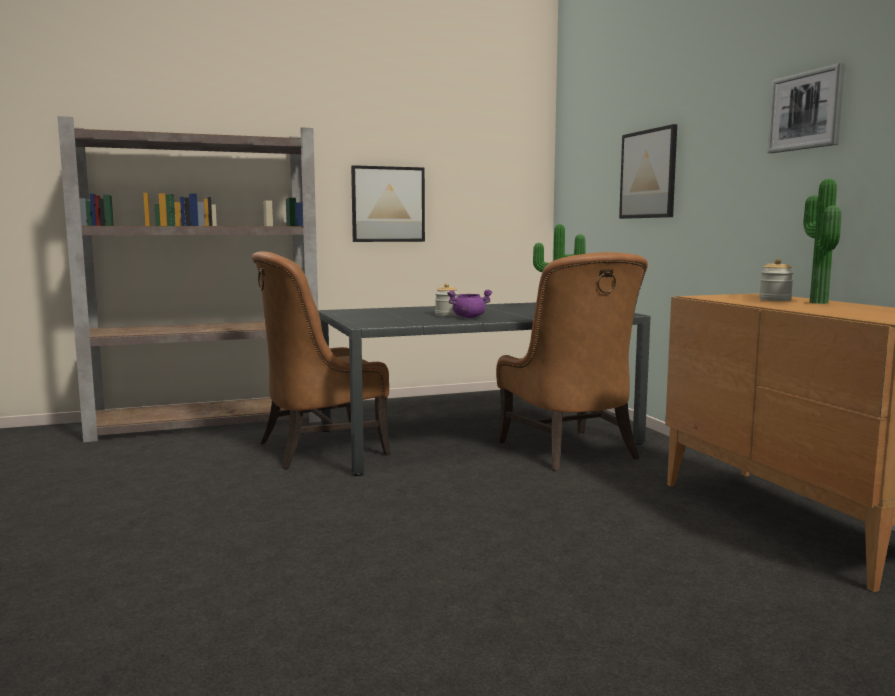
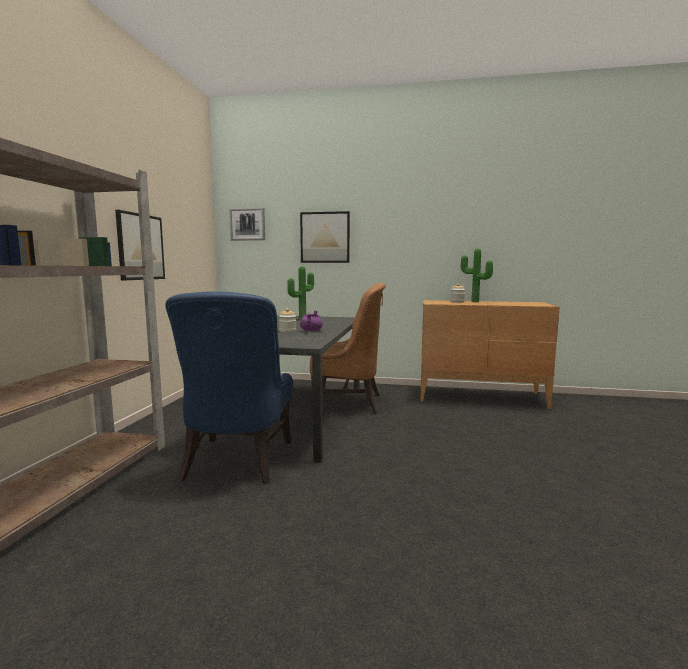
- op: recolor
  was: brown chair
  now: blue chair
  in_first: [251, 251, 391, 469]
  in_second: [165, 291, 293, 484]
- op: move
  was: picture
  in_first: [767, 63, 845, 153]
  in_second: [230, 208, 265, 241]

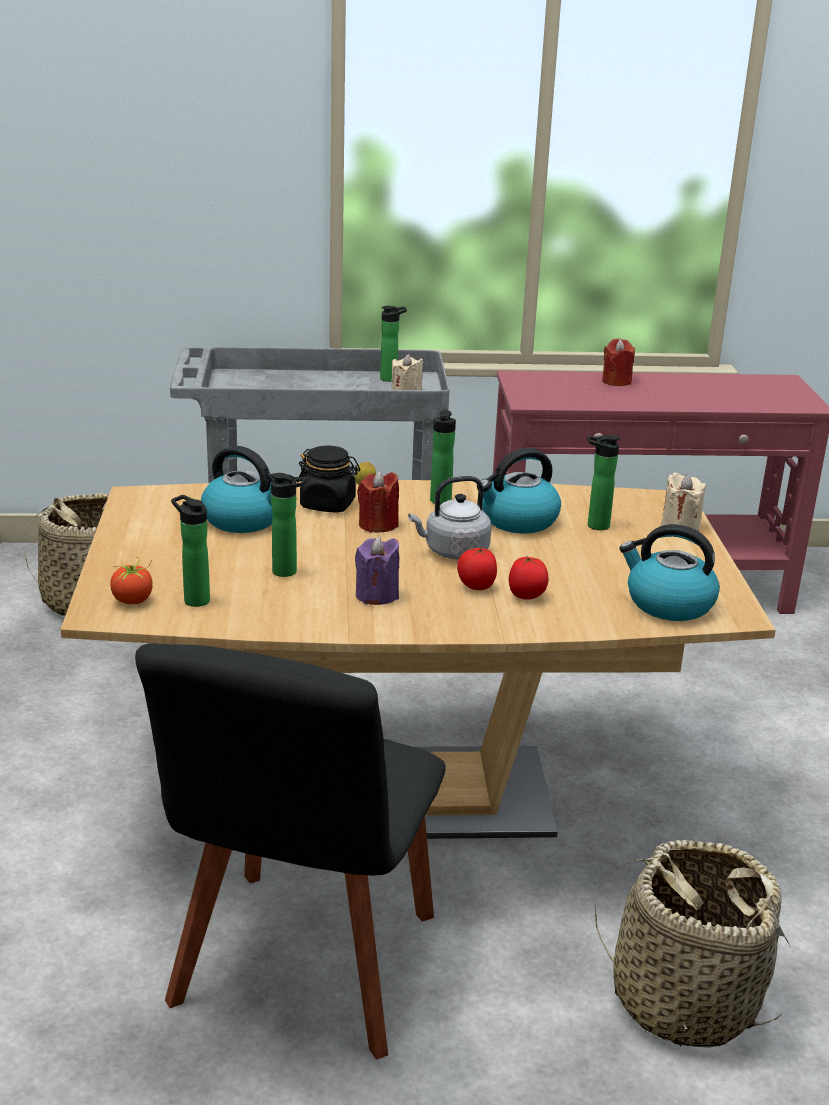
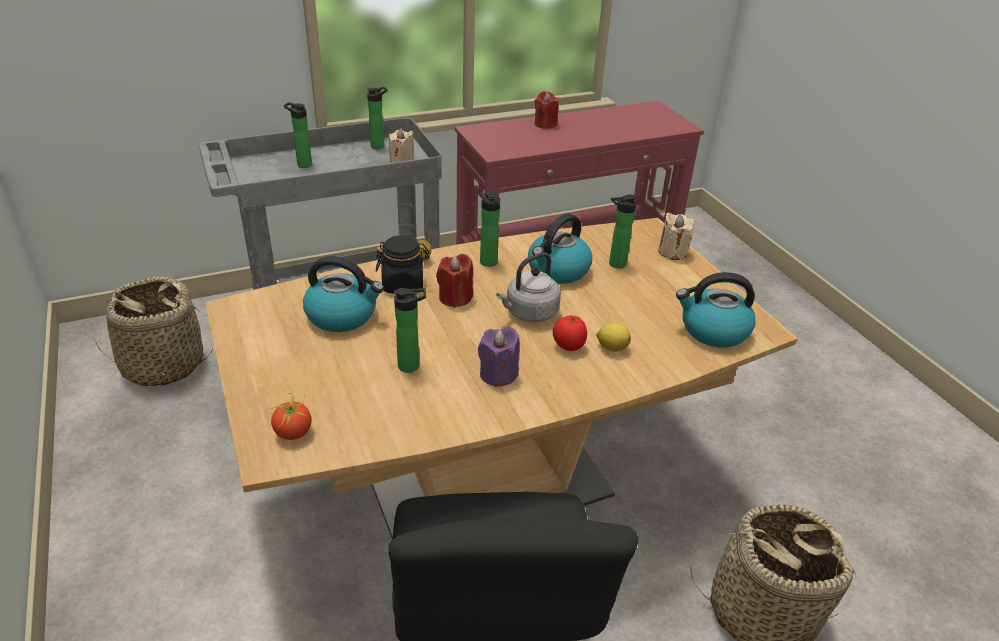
- op: move
  was: bottle
  in_first: [171, 495, 210, 607]
  in_second: [284, 102, 312, 168]
- op: replace
  was: tomato
  now: lemon
  in_first: [509, 556, 549, 600]
  in_second: [596, 323, 631, 352]

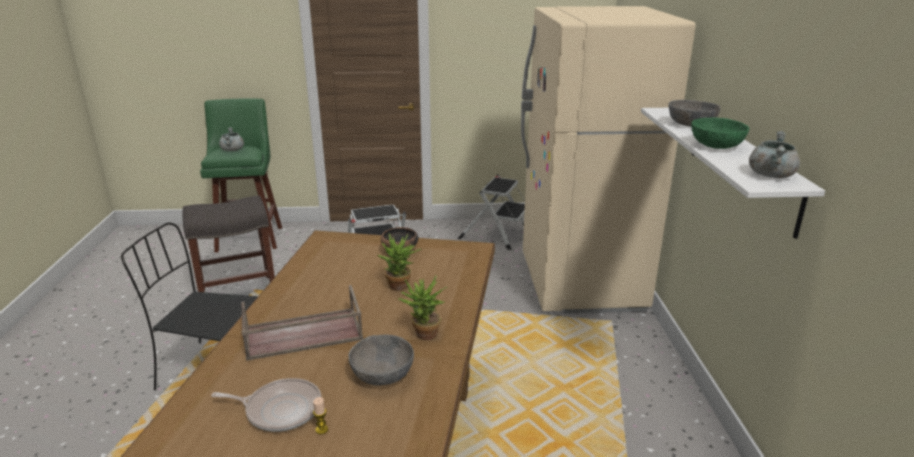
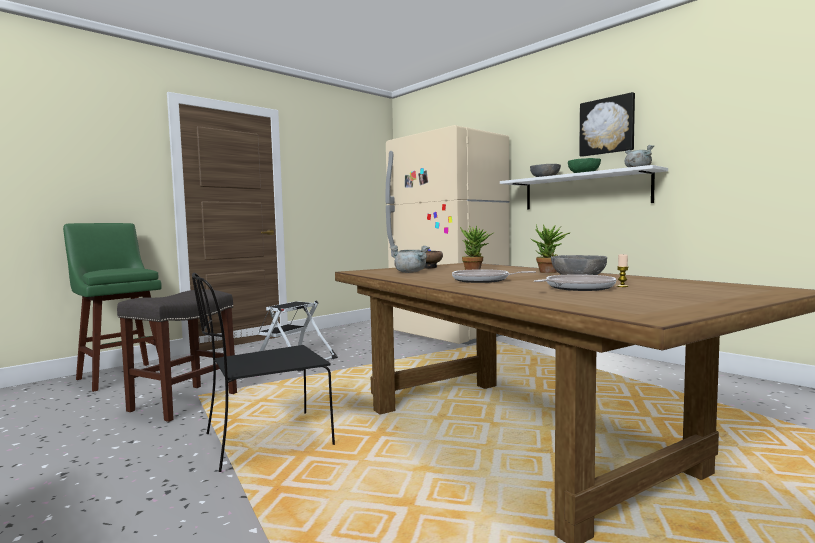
- op: move
  was: grey cooking pot
  in_first: [219, 127, 244, 151]
  in_second: [390, 245, 430, 273]
- op: replace
  was: brown tray
  now: frying pan
  in_first: [241, 285, 363, 361]
  in_second: [452, 269, 536, 283]
- op: delete
  was: step ladder
  in_first: [458, 174, 525, 250]
- op: insert
  now: picture
  in_second: [579, 92, 635, 157]

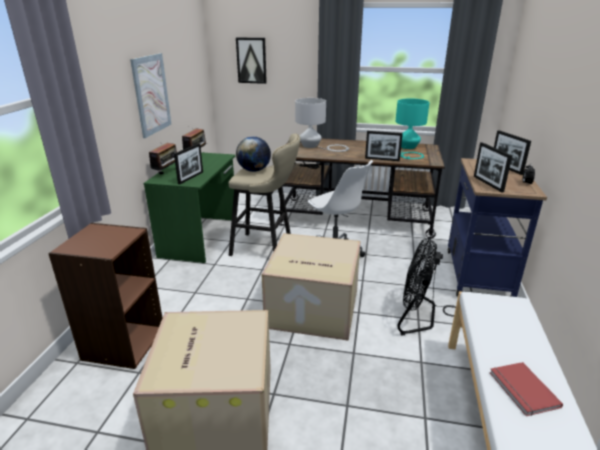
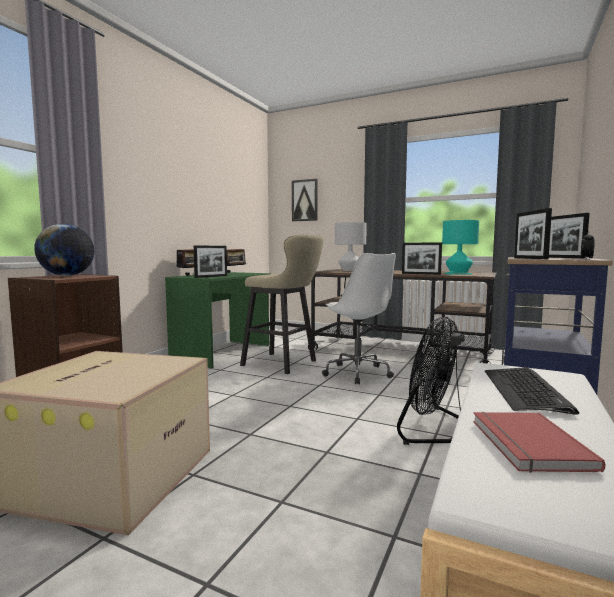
- op: delete
  was: picture
  in_first: [130, 53, 171, 138]
- op: move
  was: globe
  in_first: [236, 137, 271, 172]
  in_second: [34, 224, 94, 276]
- op: delete
  was: cardboard box
  in_first: [261, 233, 361, 341]
- op: insert
  now: keyboard
  in_second: [485, 367, 579, 415]

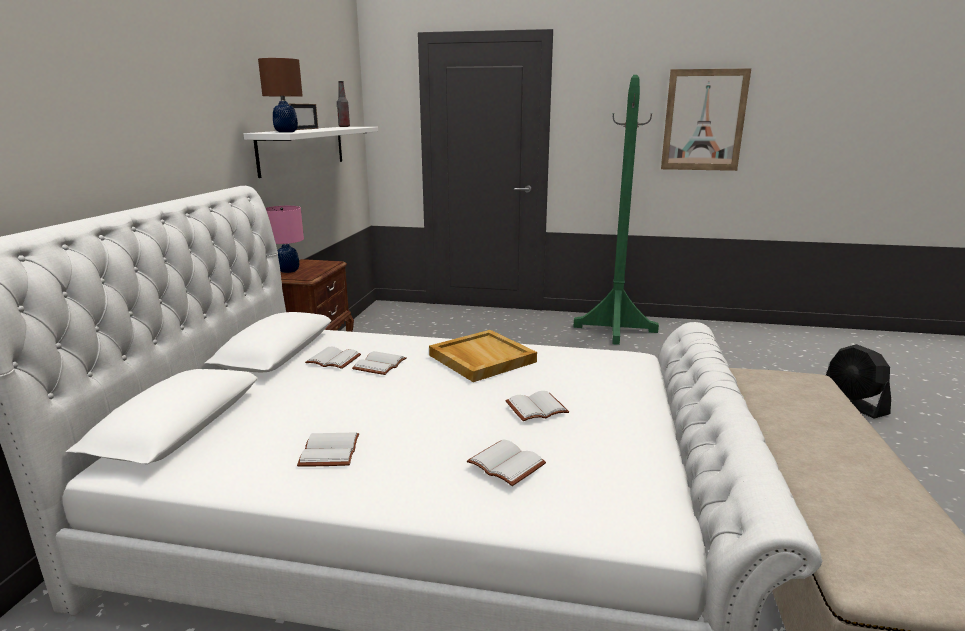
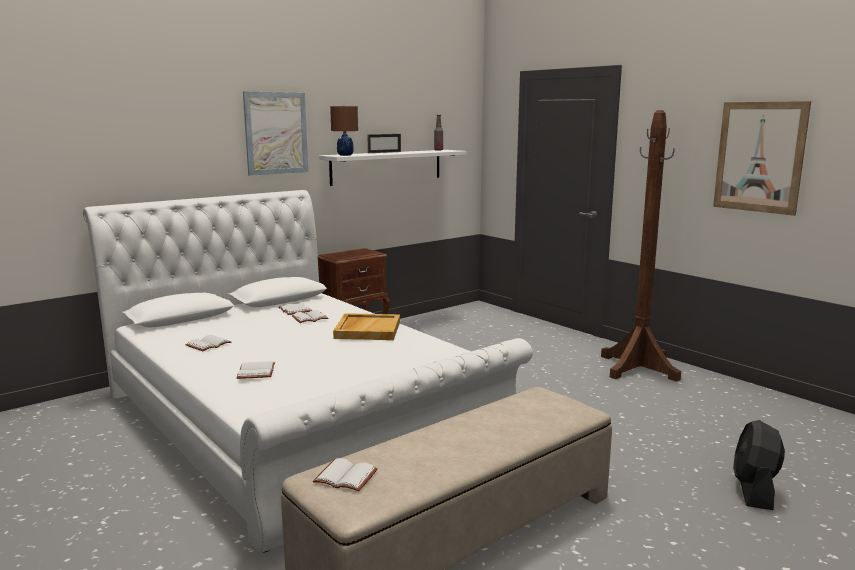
- op: delete
  was: pink table lamp
  in_first: [266, 206, 304, 273]
- op: move
  was: white book
  in_first: [506, 391, 569, 421]
  in_second: [313, 458, 378, 492]
- op: recolor
  was: green clothes rack
  now: brown clothes rack
  in_first: [573, 75, 659, 345]
  in_second: [601, 110, 681, 382]
- op: insert
  now: picture
  in_second: [243, 91, 308, 176]

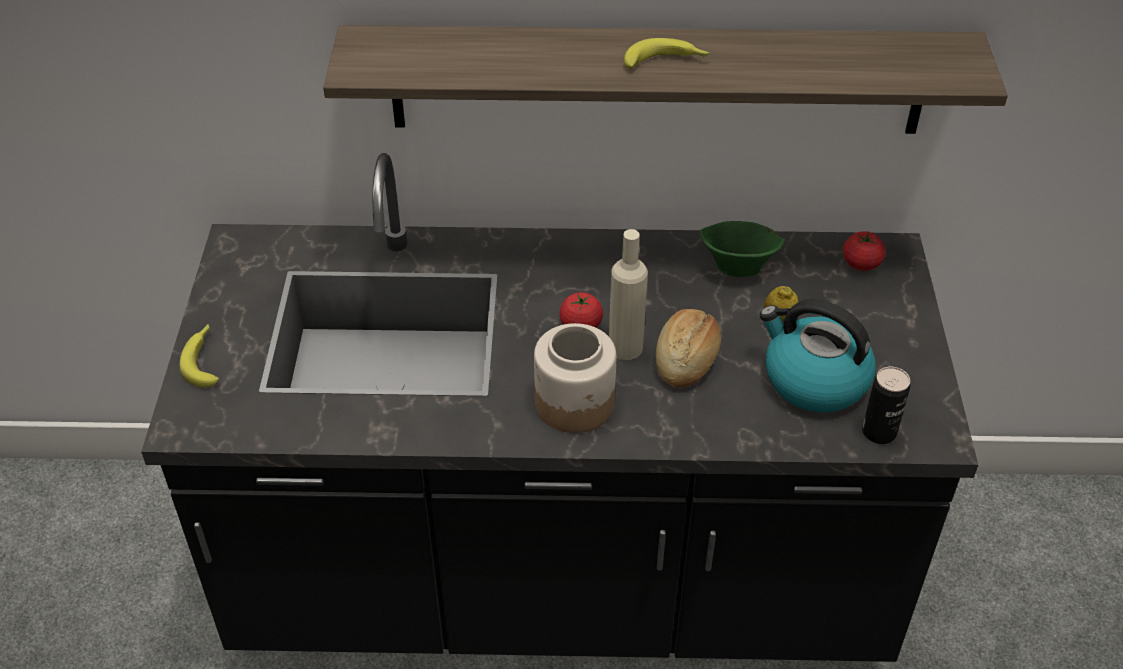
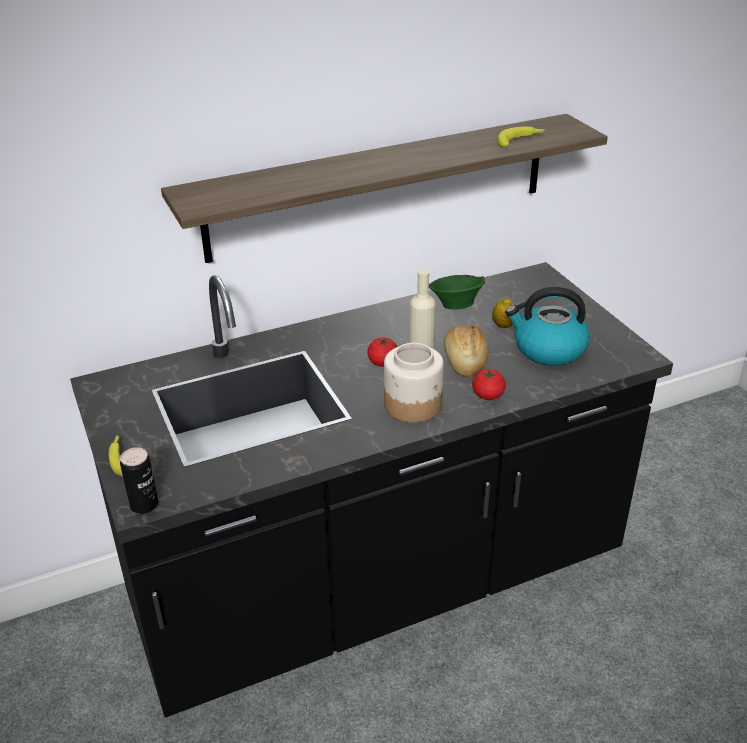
- op: move
  was: banana
  in_first: [624, 38, 710, 69]
  in_second: [497, 126, 546, 148]
- op: move
  was: tomato
  in_first: [843, 231, 885, 271]
  in_second: [472, 369, 506, 400]
- op: move
  was: can
  in_first: [862, 367, 910, 444]
  in_second: [120, 447, 158, 514]

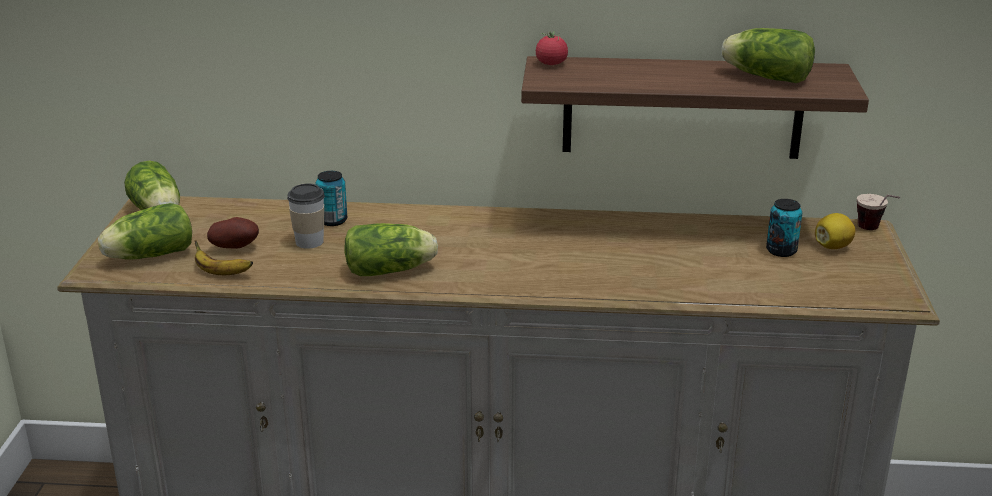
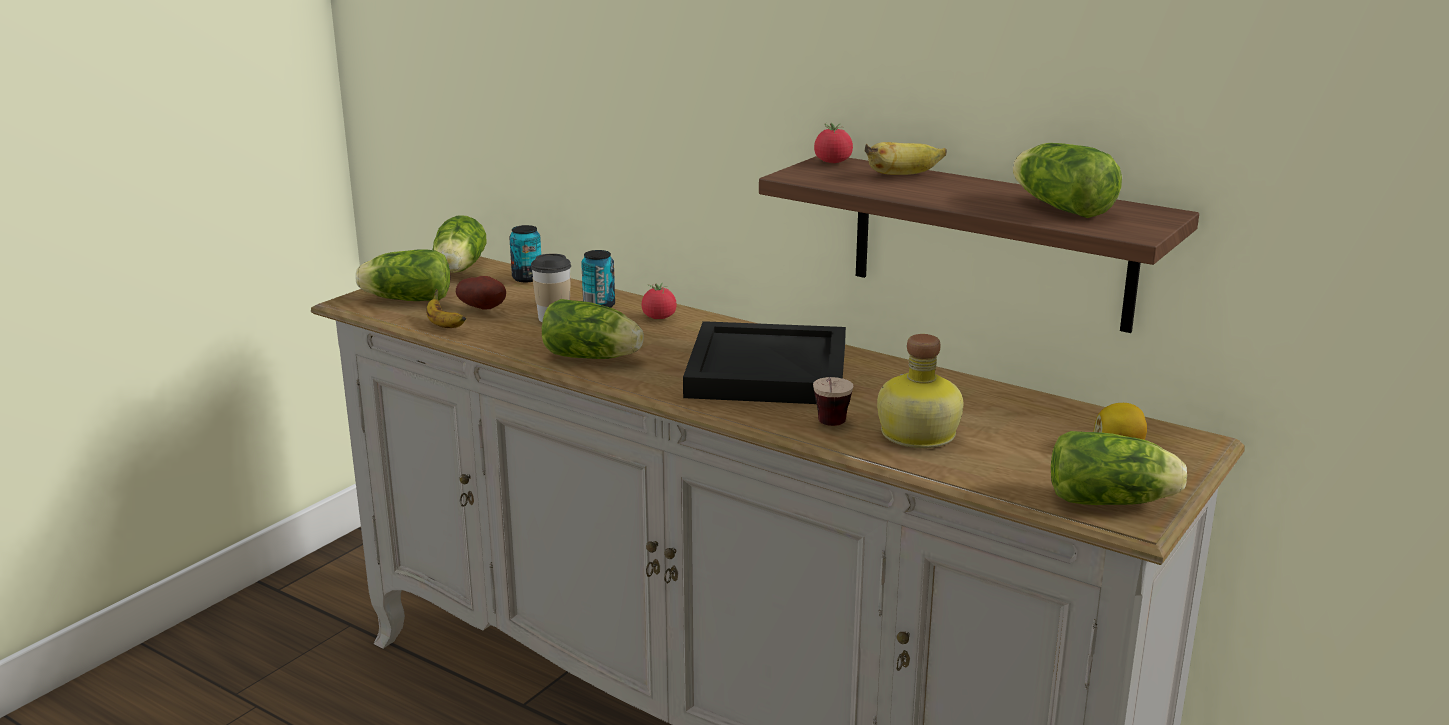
- op: move
  was: can
  in_first: [766, 199, 802, 257]
  in_second: [509, 225, 541, 282]
- op: move
  was: cup
  in_first: [857, 194, 900, 230]
  in_second: [813, 377, 853, 426]
- op: insert
  now: tomato
  in_second: [642, 283, 677, 319]
- op: insert
  now: black tray
  in_second: [683, 321, 846, 404]
- op: insert
  now: banana
  in_second: [865, 142, 947, 175]
- op: insert
  now: bottle
  in_second: [877, 334, 964, 448]
- op: insert
  now: lettuce
  in_second: [1051, 431, 1187, 505]

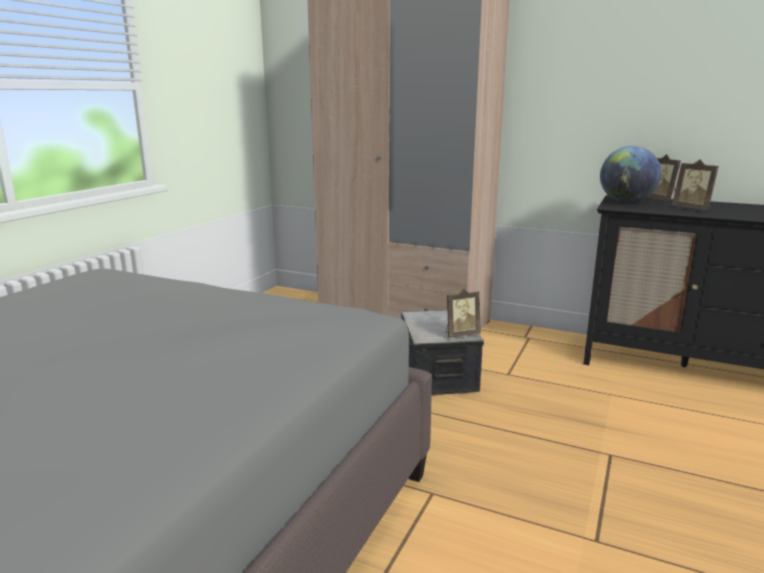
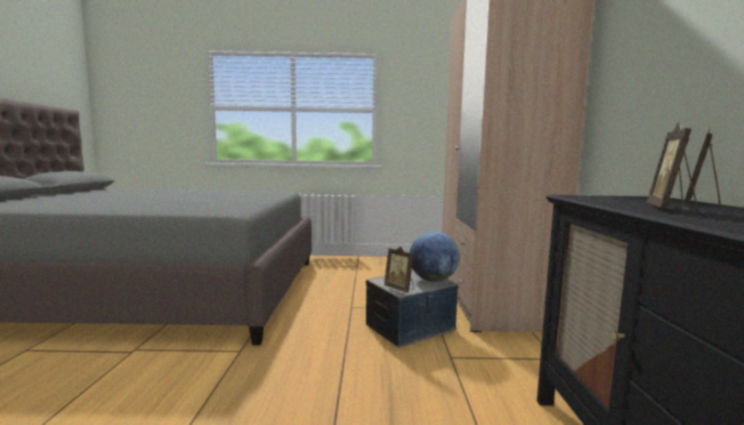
- op: move
  was: globe
  in_first: [600, 146, 661, 203]
  in_second: [409, 232, 459, 282]

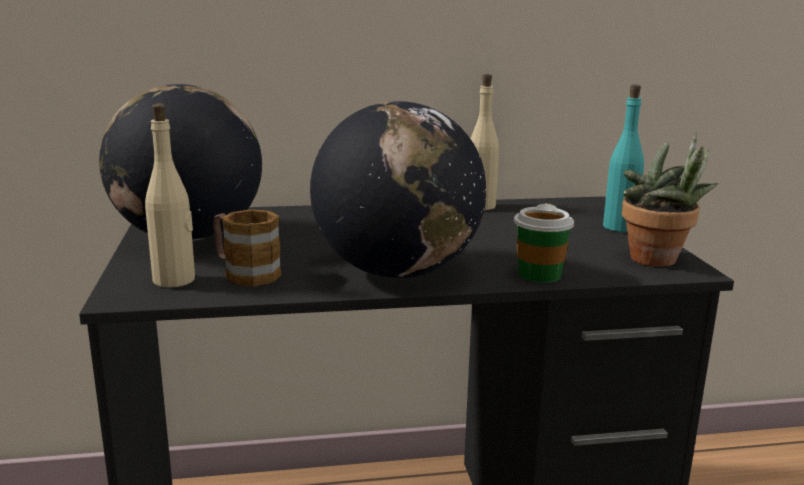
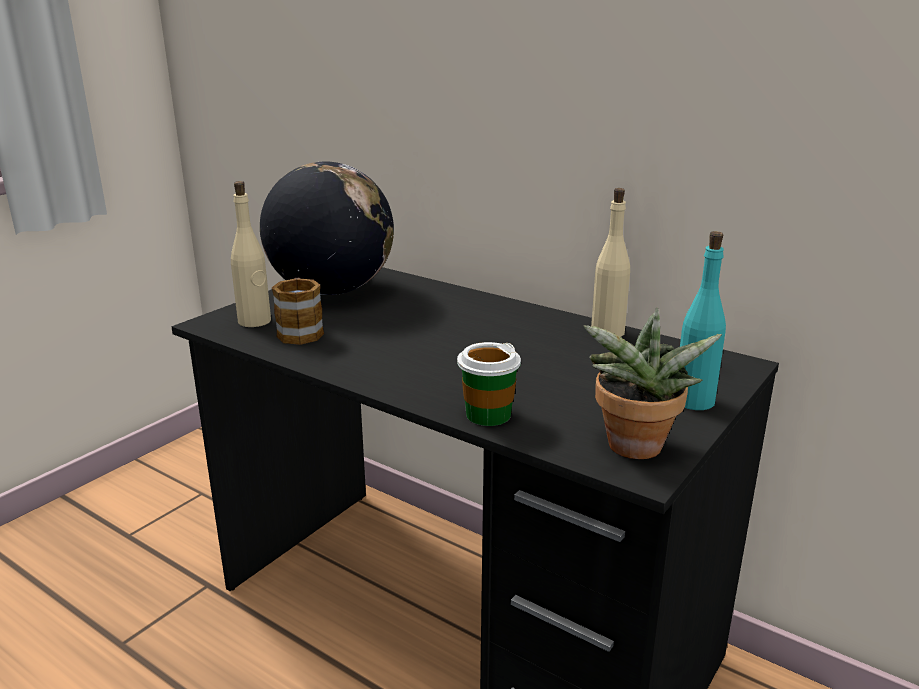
- op: delete
  was: globe
  in_first: [310, 101, 487, 278]

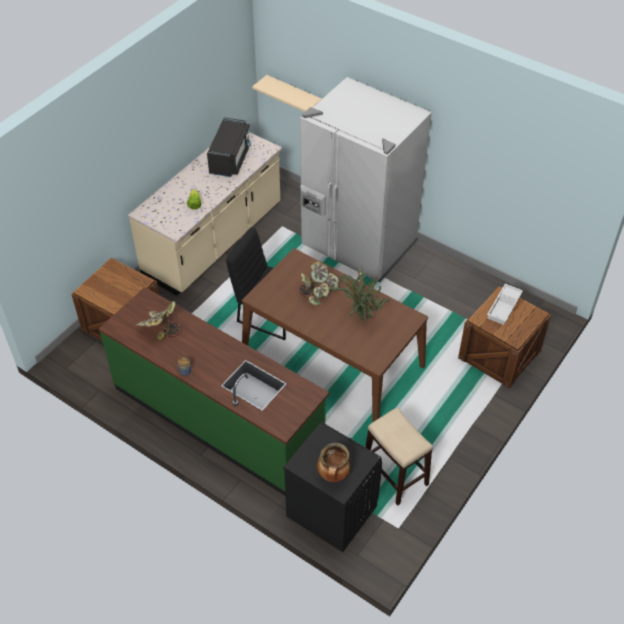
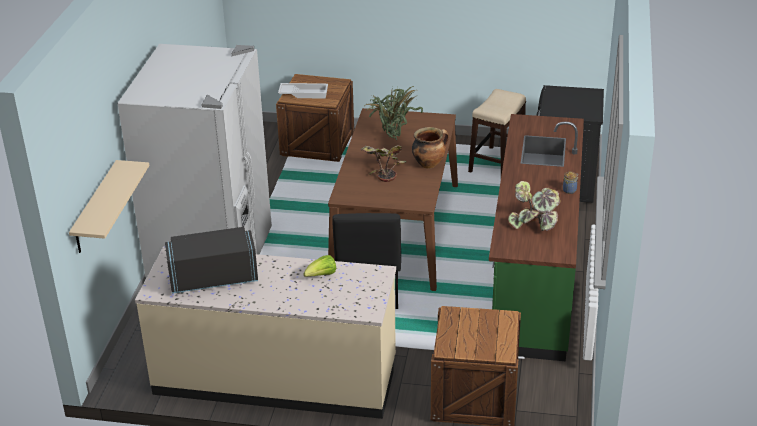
- op: move
  was: cooking pot
  in_first: [317, 443, 351, 482]
  in_second: [412, 127, 449, 169]

